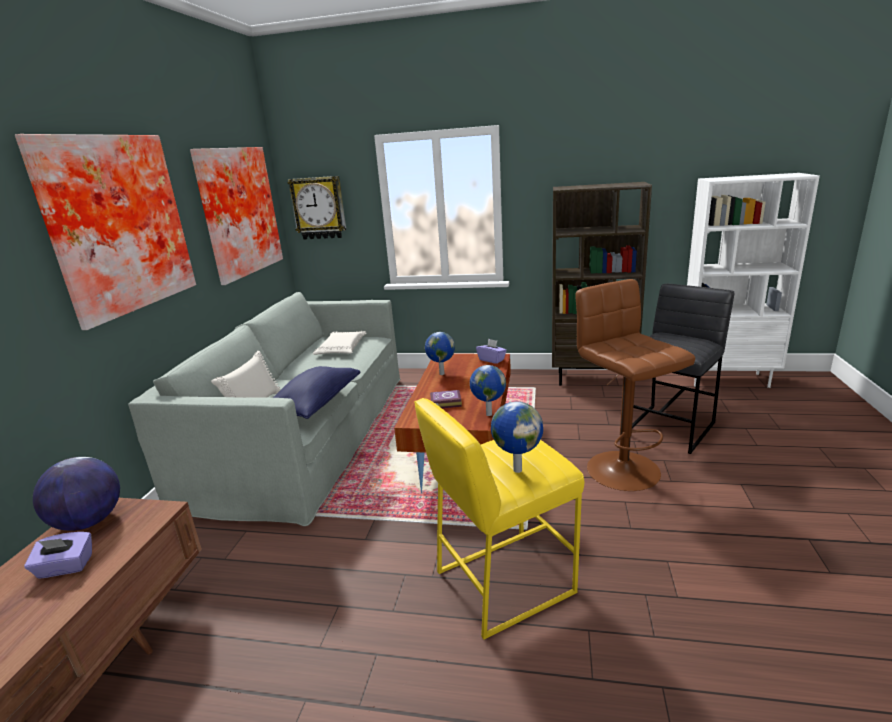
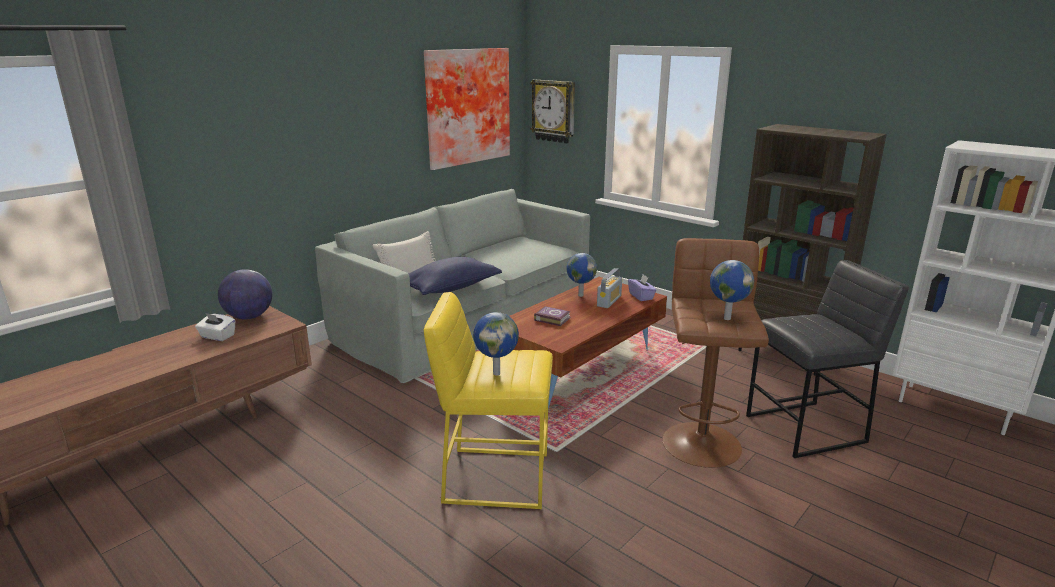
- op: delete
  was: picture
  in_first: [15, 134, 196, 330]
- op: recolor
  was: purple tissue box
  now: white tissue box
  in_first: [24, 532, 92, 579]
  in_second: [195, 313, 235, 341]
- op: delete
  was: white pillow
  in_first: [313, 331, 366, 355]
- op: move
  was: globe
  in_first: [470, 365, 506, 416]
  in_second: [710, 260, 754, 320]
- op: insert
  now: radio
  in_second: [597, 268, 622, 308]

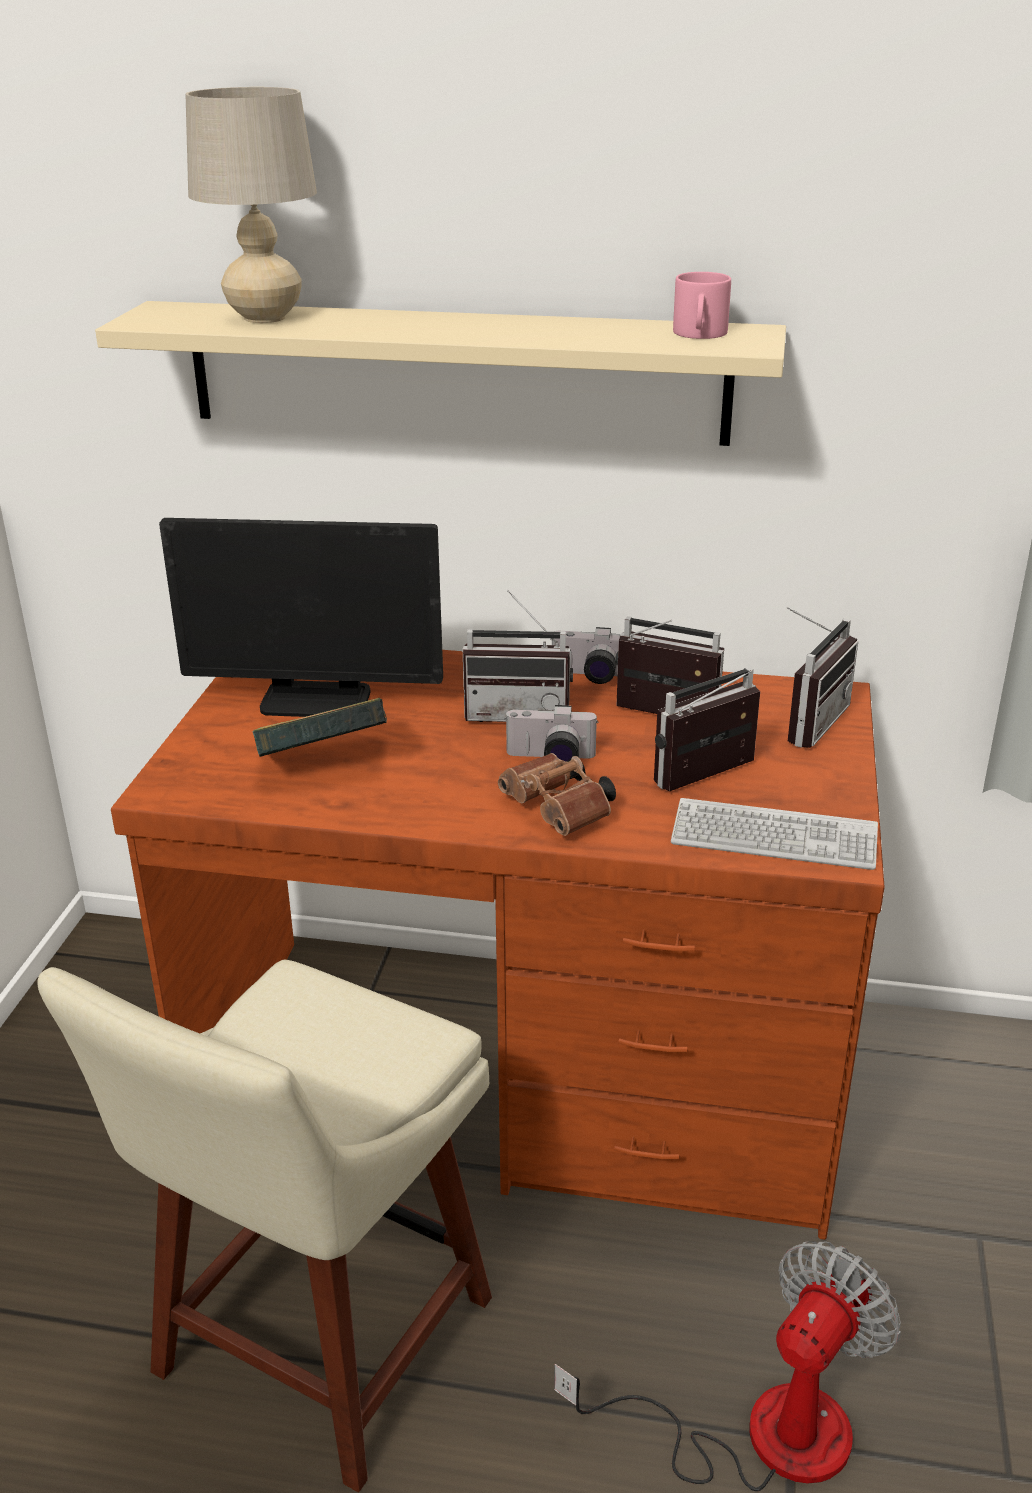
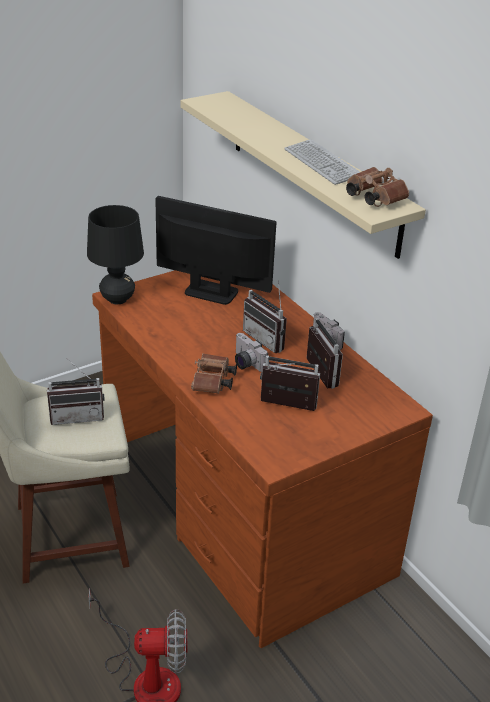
- op: rotate
  was: monitor
  in_first: [159, 518, 443, 717]
  in_second: [155, 196, 276, 305]
  clockwise: 150
- op: delete
  was: beige table lamp
  in_first: [186, 87, 317, 323]
- op: delete
  was: book
  in_first: [253, 698, 387, 757]
- op: move
  was: keyboard
  in_first: [671, 798, 878, 870]
  in_second: [284, 139, 360, 185]
- op: replace
  was: pink mug
  now: brown binoculars
  in_first: [673, 272, 731, 339]
  in_second: [346, 167, 409, 207]
- op: move
  was: radio
  in_first: [787, 607, 858, 748]
  in_second: [47, 358, 105, 425]
- op: insert
  now: black table lamp
  in_second: [87, 205, 144, 304]

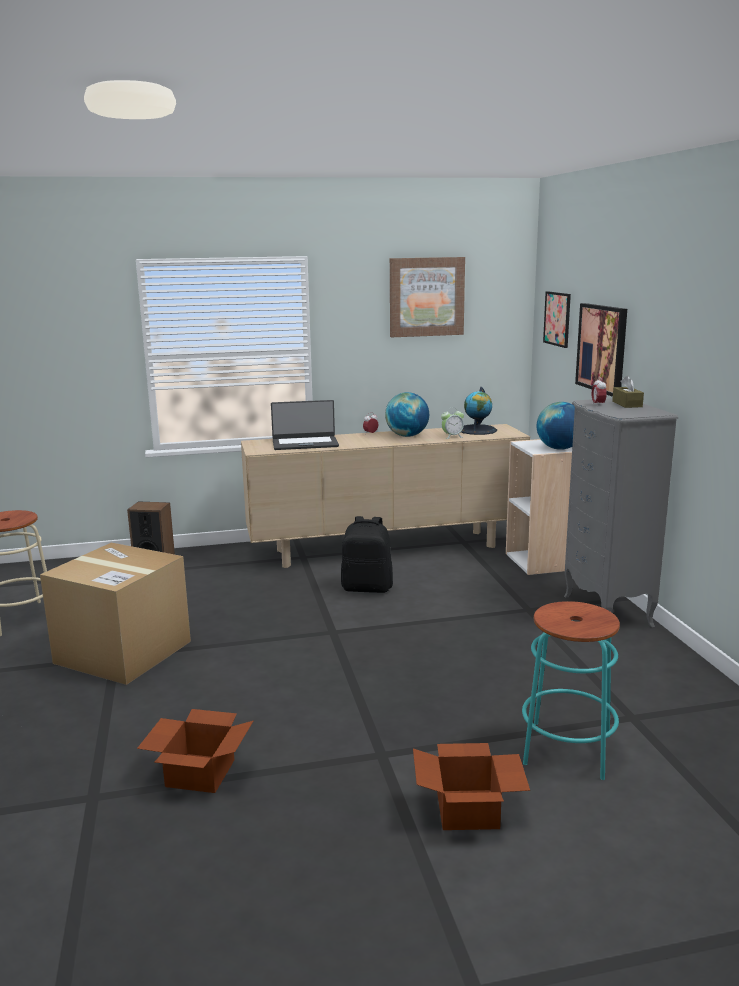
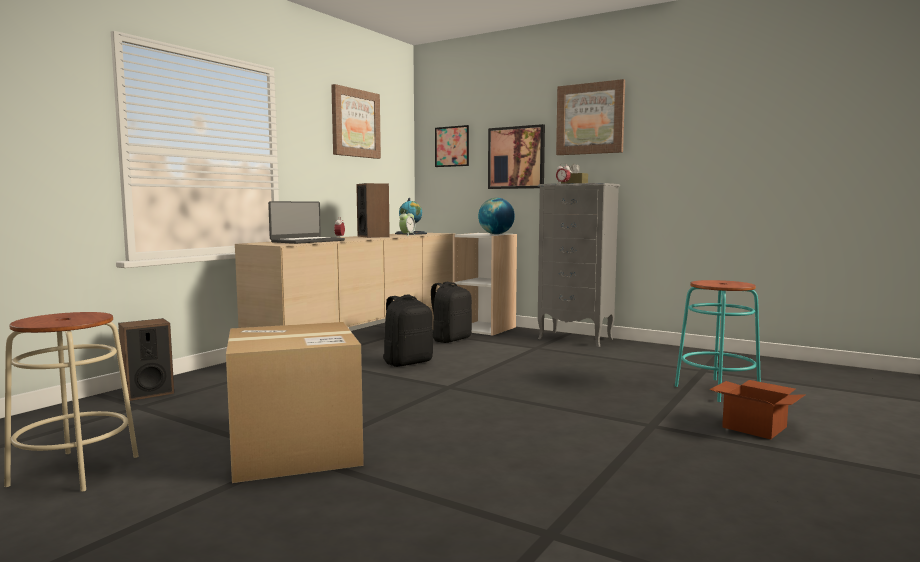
- op: delete
  was: cardboard box
  in_first: [137, 709, 253, 793]
- op: replace
  was: globe
  now: speaker
  in_first: [385, 392, 429, 437]
  in_second: [356, 183, 390, 238]
- op: insert
  now: black backpack
  in_second: [431, 282, 472, 343]
- op: insert
  now: picture
  in_second: [556, 79, 625, 155]

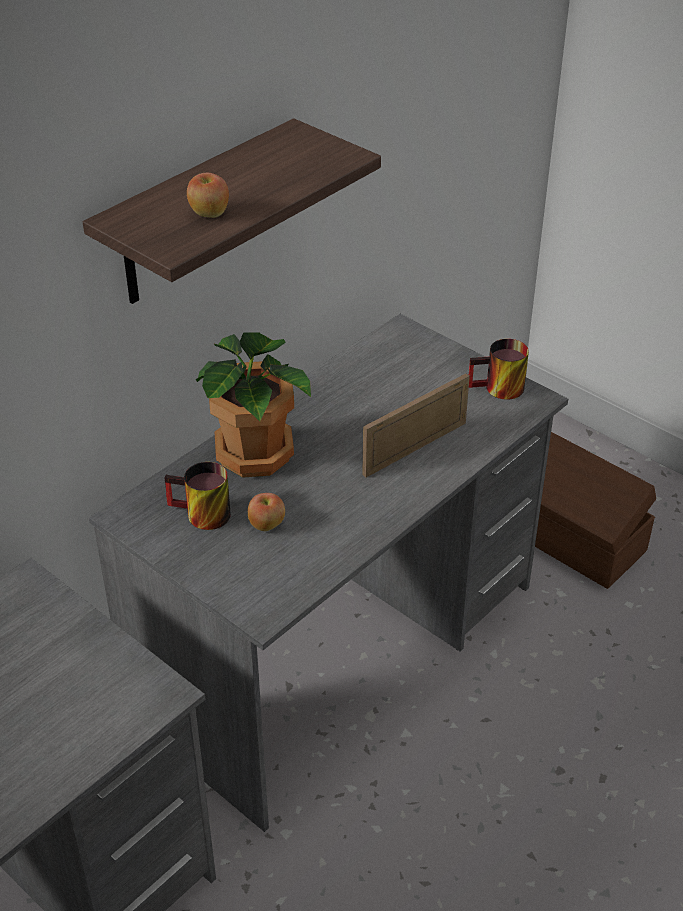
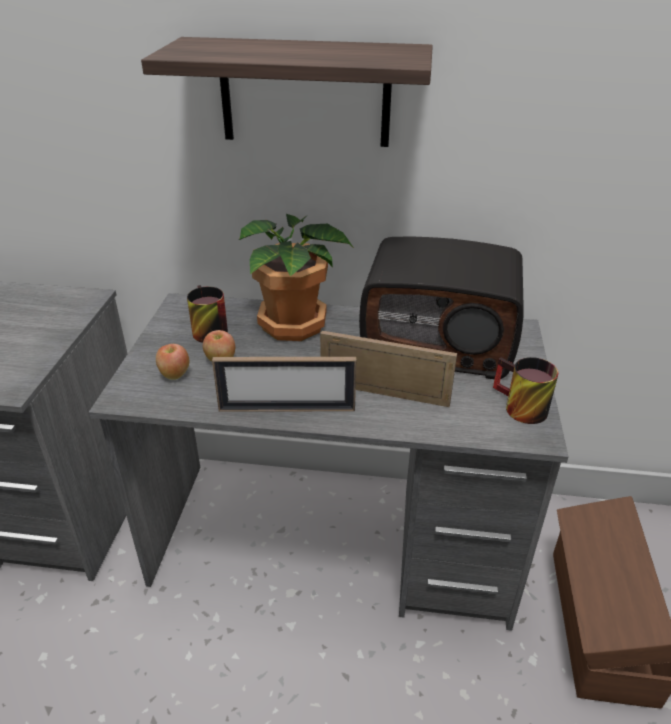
- op: move
  was: apple
  in_first: [187, 173, 229, 218]
  in_second: [156, 344, 189, 380]
- op: insert
  now: picture frame
  in_second: [212, 357, 356, 412]
- op: insert
  now: radio
  in_second: [359, 237, 524, 379]

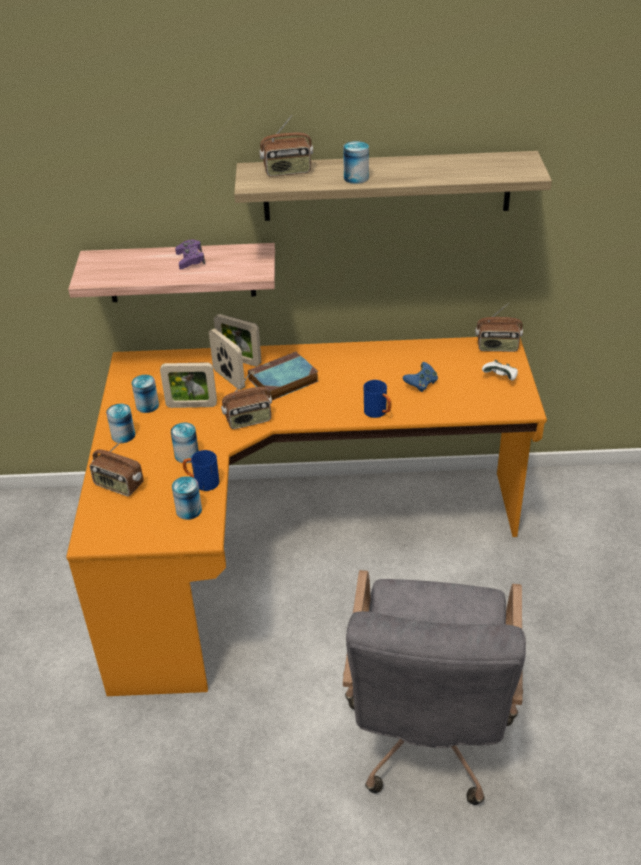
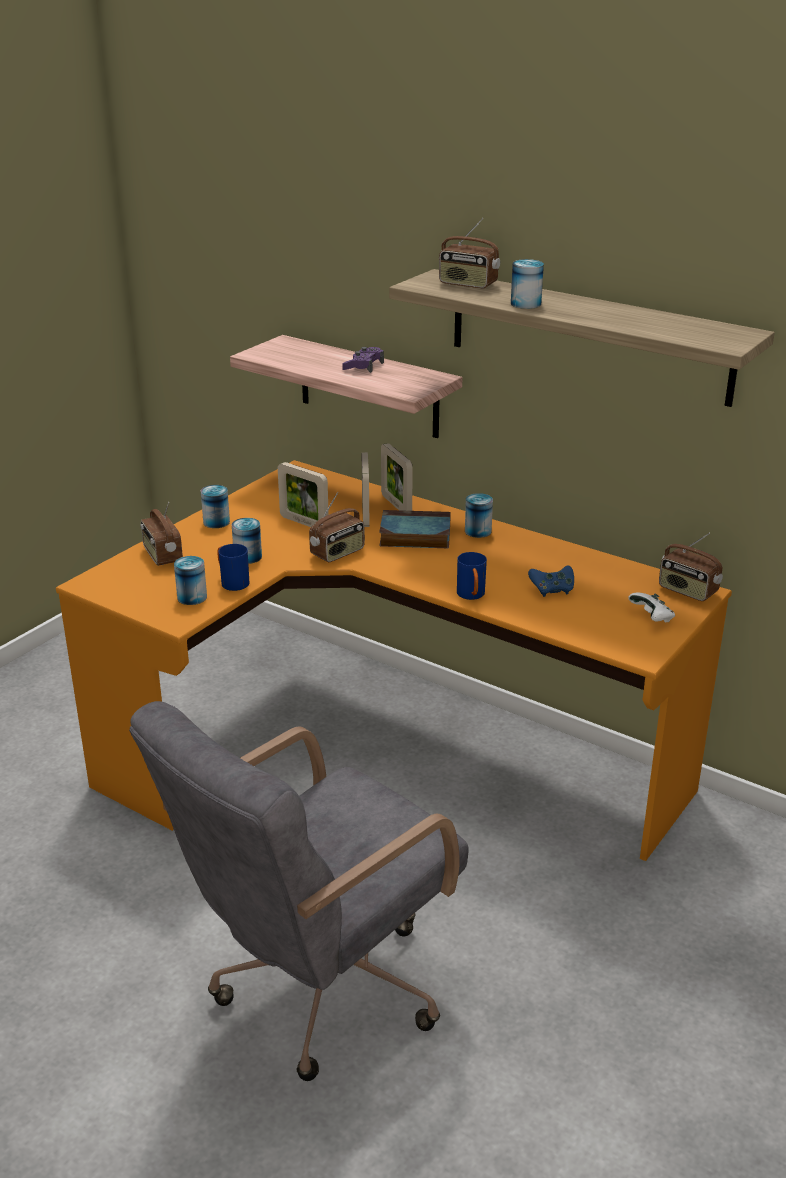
- op: move
  was: can
  in_first: [132, 375, 159, 413]
  in_second: [465, 493, 493, 538]
- op: rotate
  was: radio
  in_first: [221, 373, 272, 429]
  in_second: [309, 492, 365, 562]
  clockwise: -60

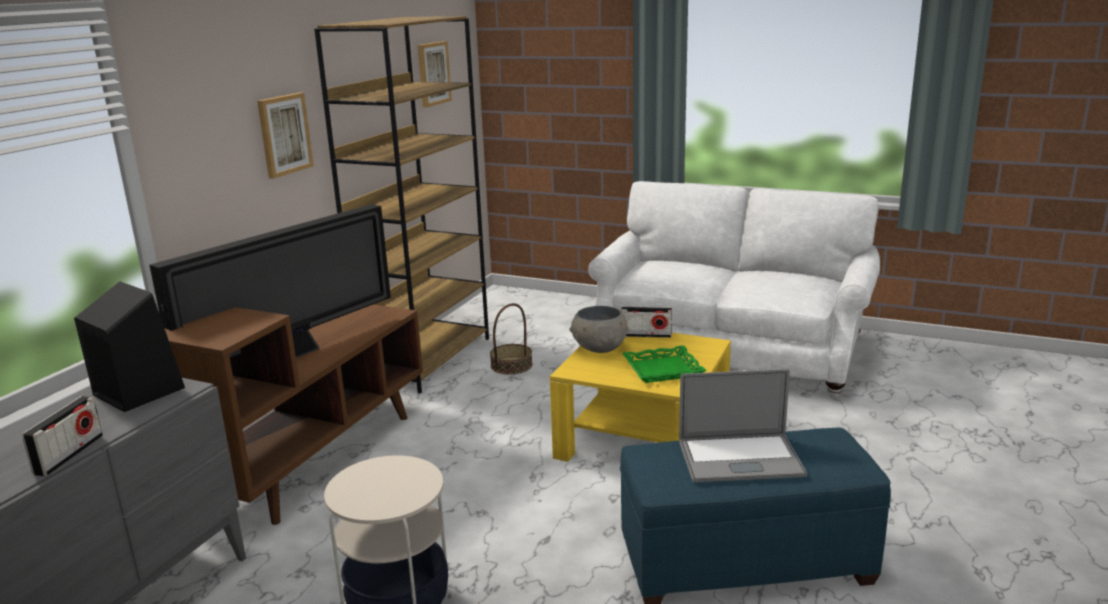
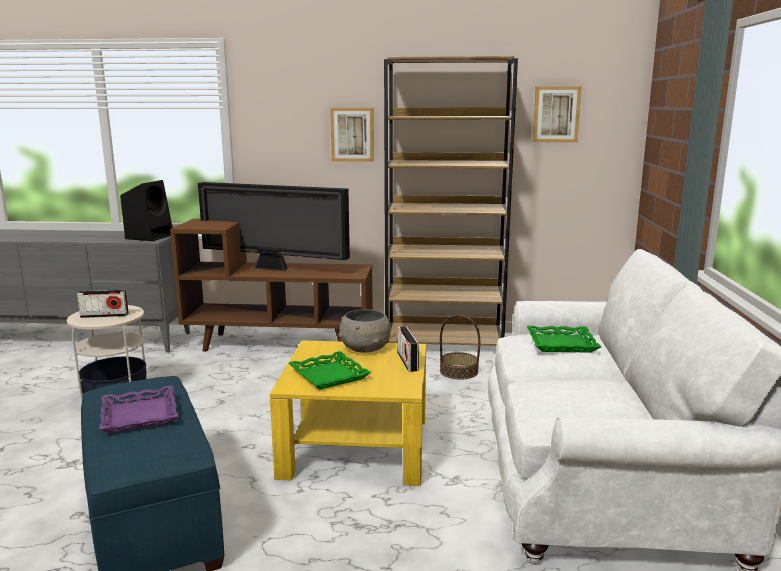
- op: move
  was: radio
  in_first: [22, 396, 103, 476]
  in_second: [77, 290, 129, 318]
- op: replace
  was: laptop
  now: purple tray
  in_first: [679, 369, 807, 482]
  in_second: [99, 385, 179, 433]
- op: insert
  now: green tray
  in_second: [527, 326, 601, 353]

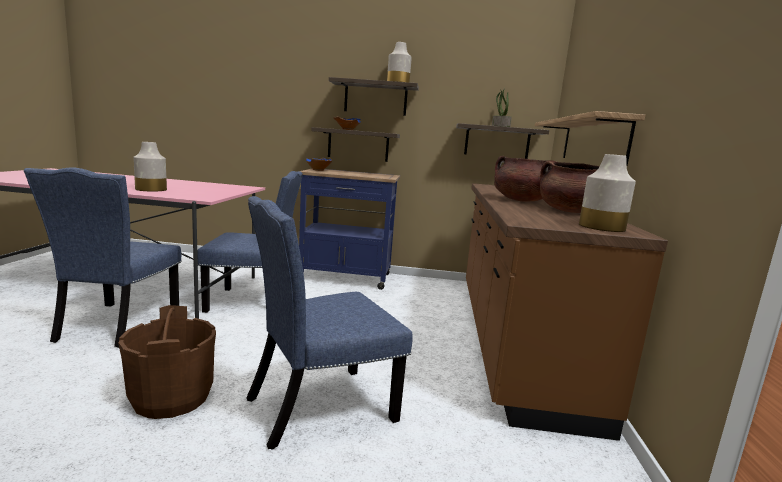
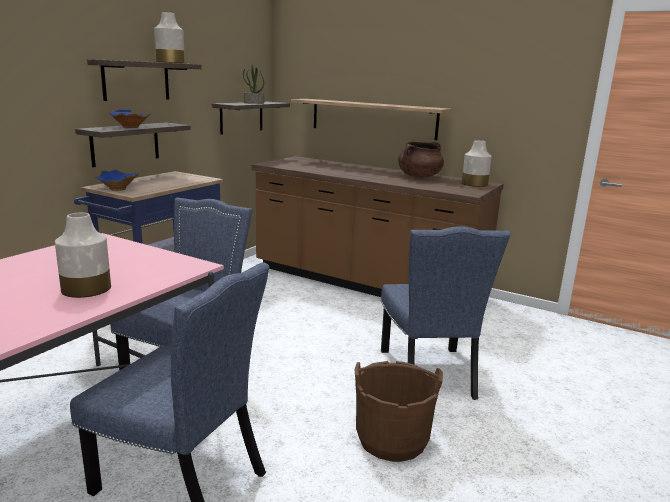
- op: delete
  was: brown cooking pot
  in_first: [494, 156, 557, 201]

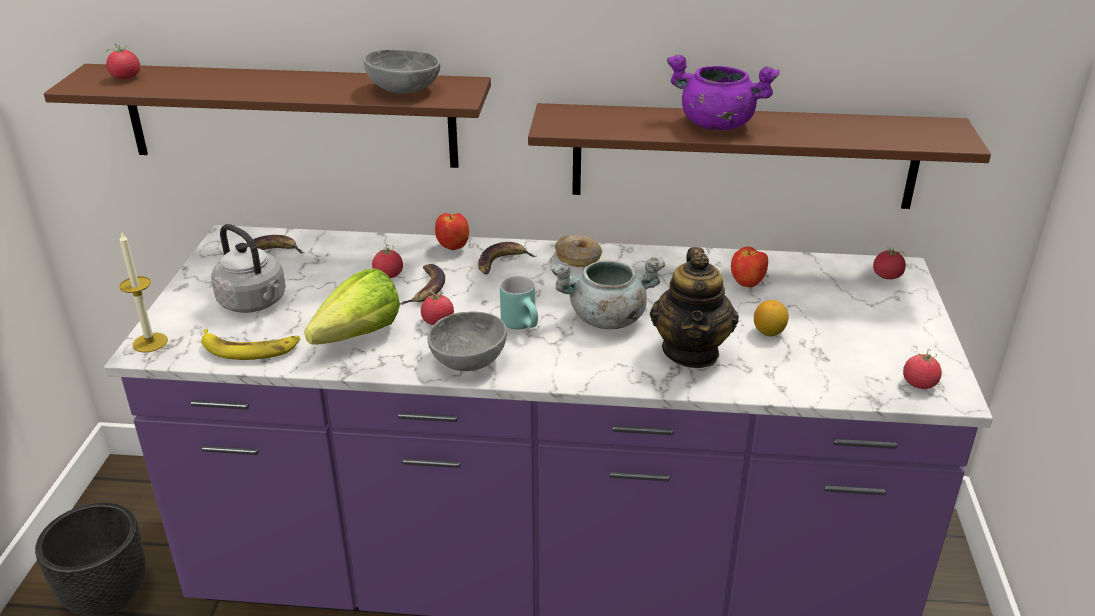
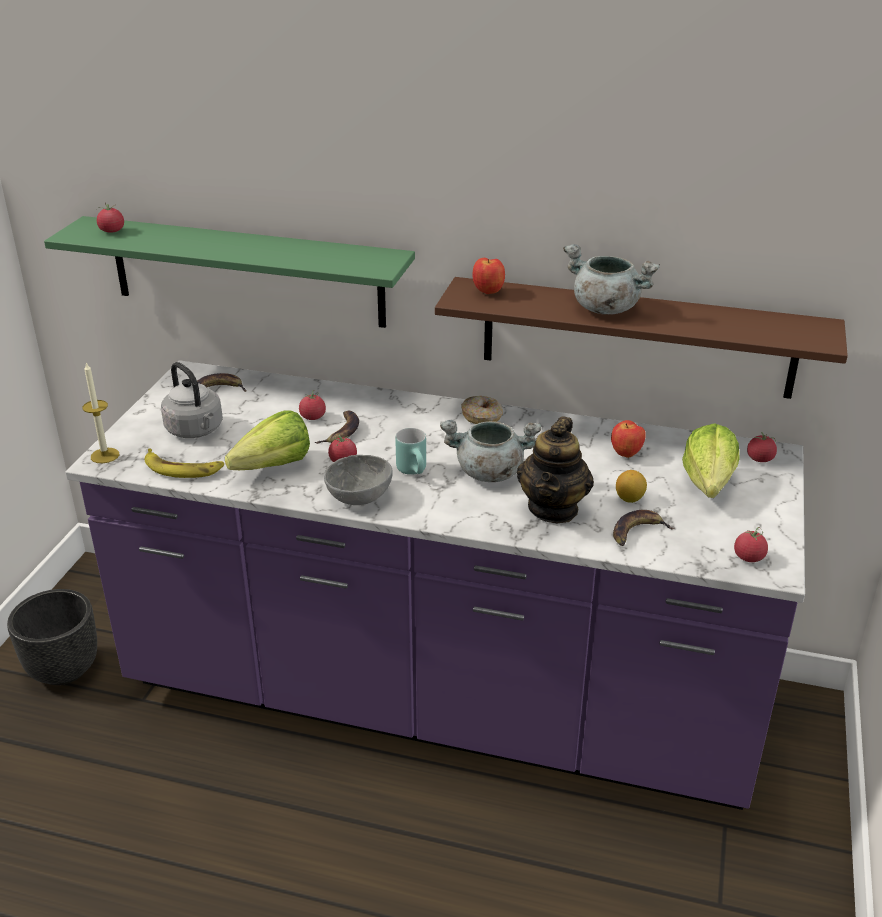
- op: recolor
  was: brown shelf
  now: green shelf
  in_first: [44, 64, 491, 168]
  in_second: [44, 216, 415, 328]
- op: delete
  was: grey bowl
  in_first: [364, 50, 440, 94]
- op: move
  was: apple
  in_first: [435, 213, 469, 250]
  in_second: [473, 258, 505, 294]
- op: move
  was: banana
  in_first: [478, 242, 536, 275]
  in_second: [613, 510, 675, 546]
- op: recolor
  was: purple cooking pot
  now: grey cooking pot
  in_first: [667, 55, 780, 131]
  in_second: [563, 244, 660, 315]
- op: insert
  now: lettuce
  in_second: [682, 423, 740, 498]

